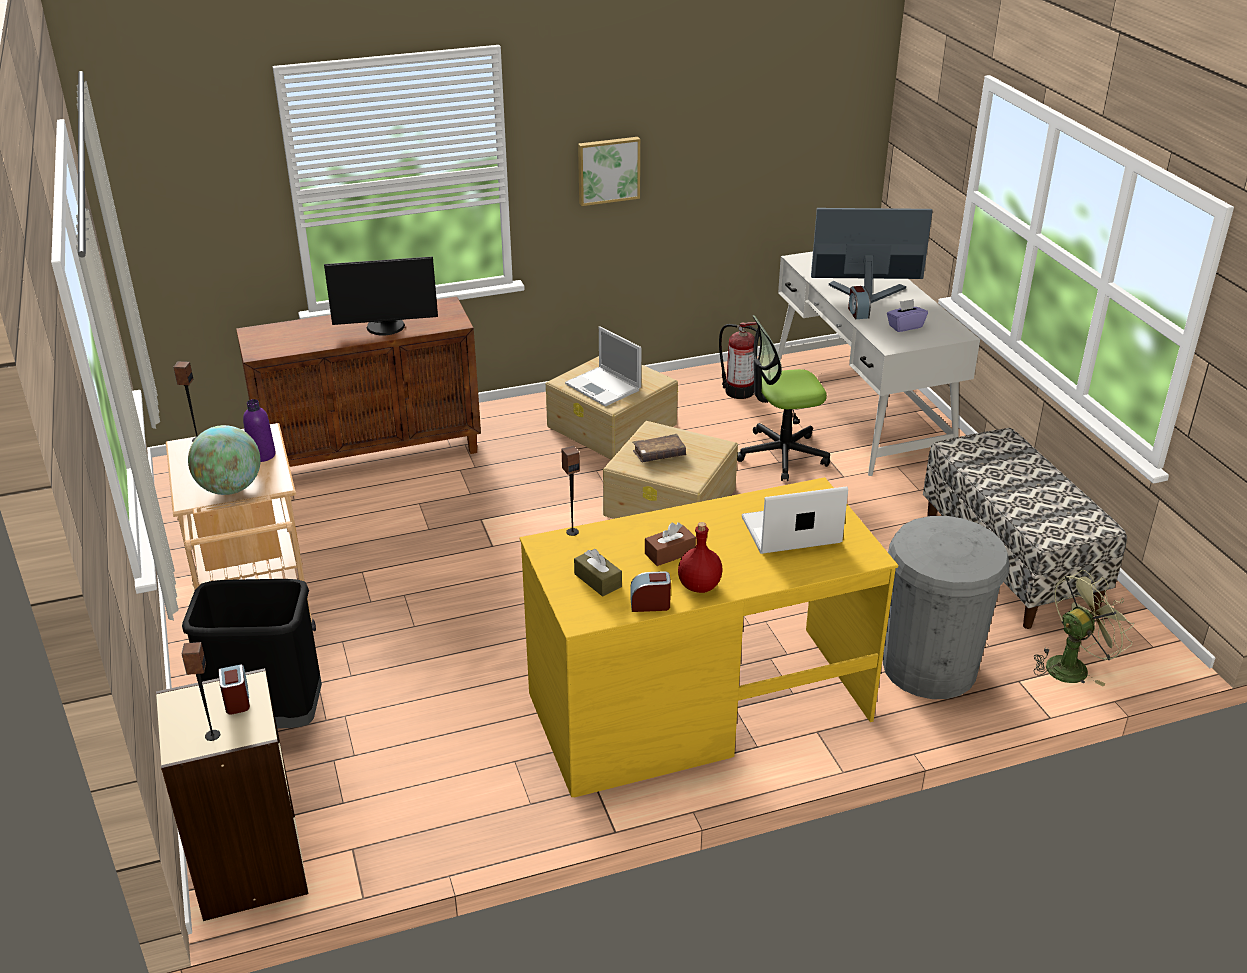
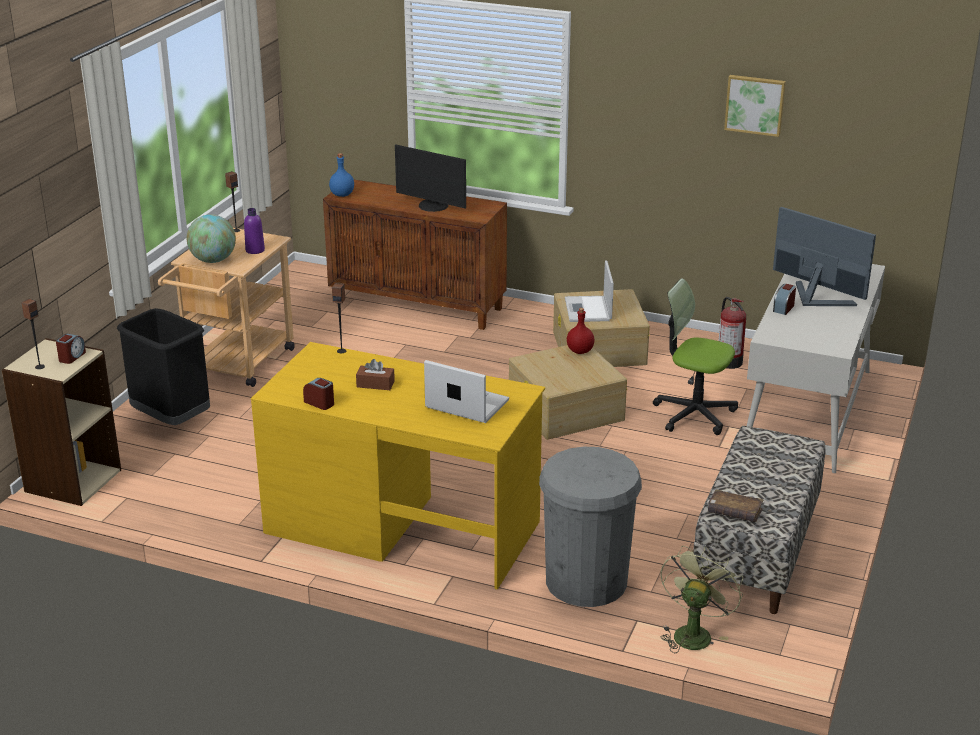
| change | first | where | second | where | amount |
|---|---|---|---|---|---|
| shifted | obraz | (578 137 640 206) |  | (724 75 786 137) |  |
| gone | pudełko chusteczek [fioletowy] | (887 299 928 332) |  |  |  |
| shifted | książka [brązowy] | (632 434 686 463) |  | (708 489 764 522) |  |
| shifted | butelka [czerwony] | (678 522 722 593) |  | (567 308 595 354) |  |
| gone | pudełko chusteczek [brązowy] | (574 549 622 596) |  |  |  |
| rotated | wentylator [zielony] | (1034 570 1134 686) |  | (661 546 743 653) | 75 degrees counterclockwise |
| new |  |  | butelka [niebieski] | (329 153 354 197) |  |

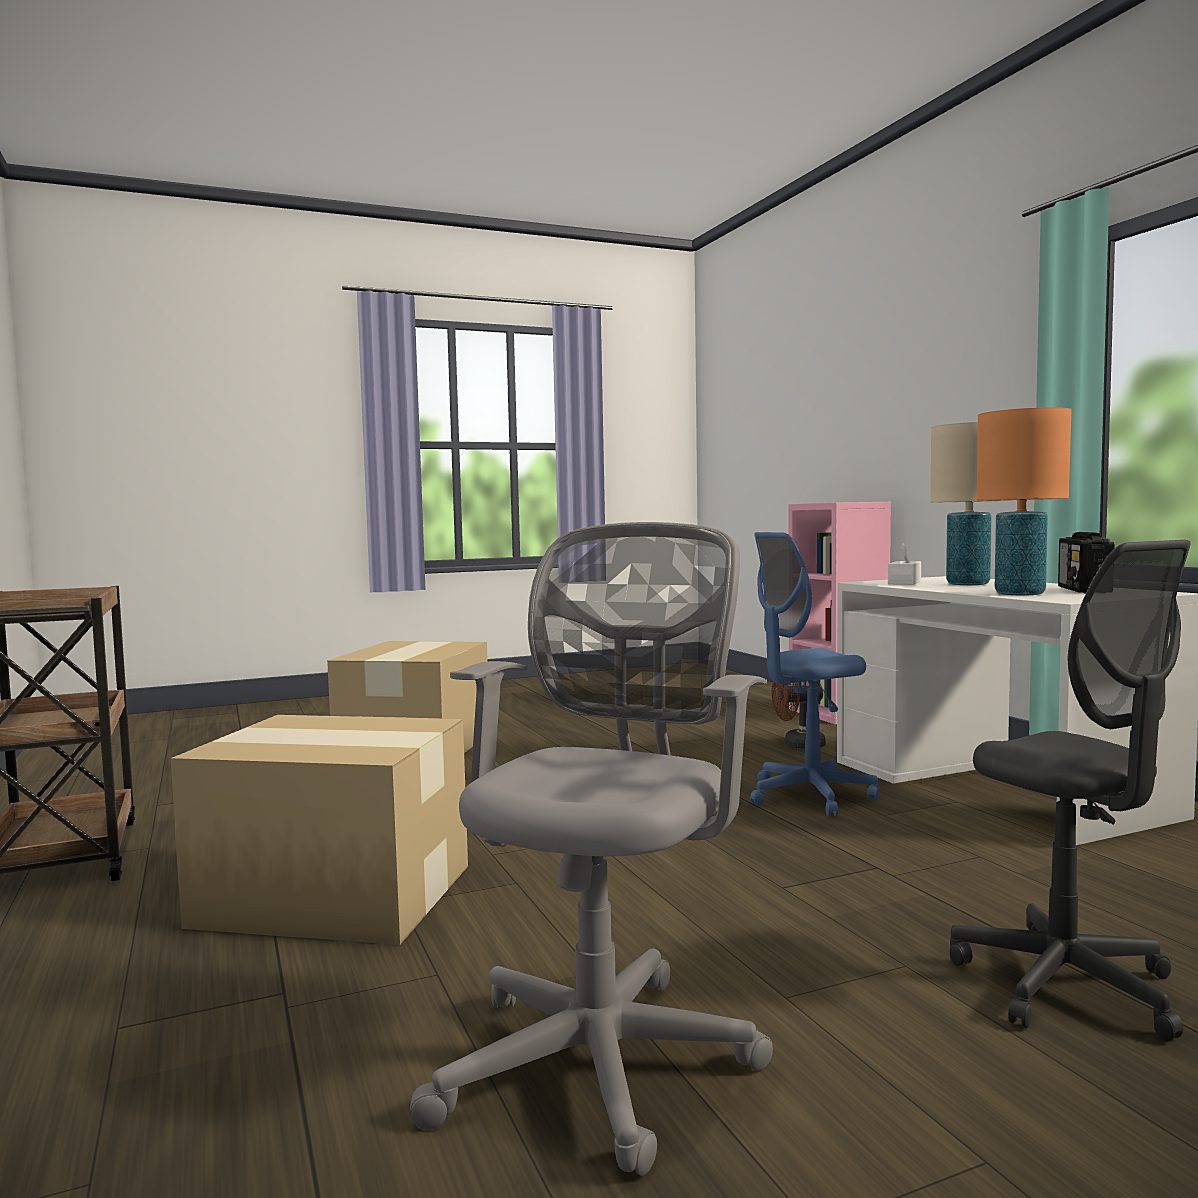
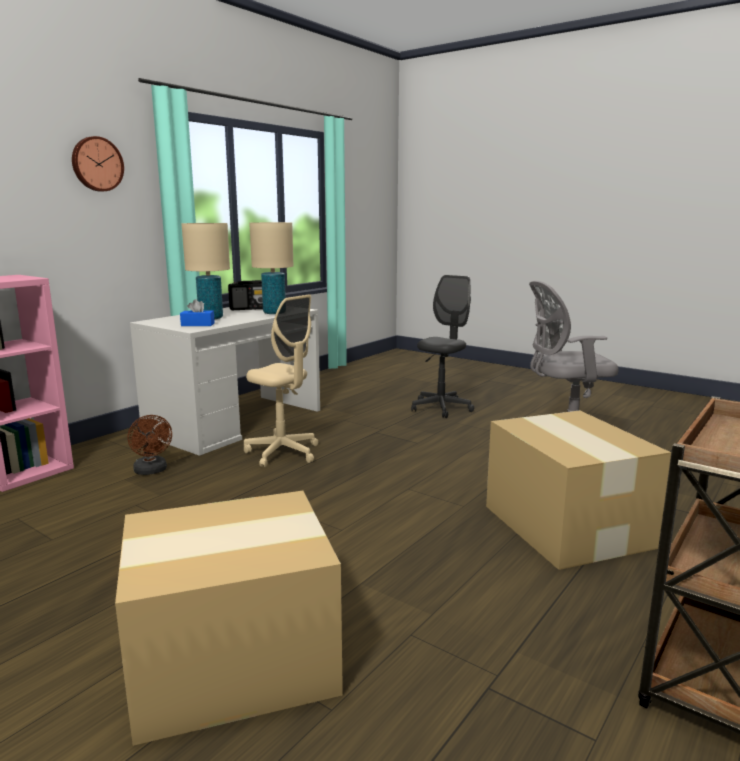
| change | first | where | second | where | amount |
|---|---|---|---|---|---|
| repainted | lampa stołowa [pomarańczowy] | (977 407 1071 595) | lampa stołowa [beżowy] | (249 222 293 314) |  |
| repainted | krzesło biurowe [niebieski] | (750 532 879 817) | krzesło biurowe [beżowy] | (244 294 318 467) |  |
| repainted | pudełko chusteczek [biały] | (888 543 921 585) | pudełko chusteczek [niebieski] | (180 299 215 326) |  |
| new |  |  | zegar ścienny | (72 136 124 192) |  |

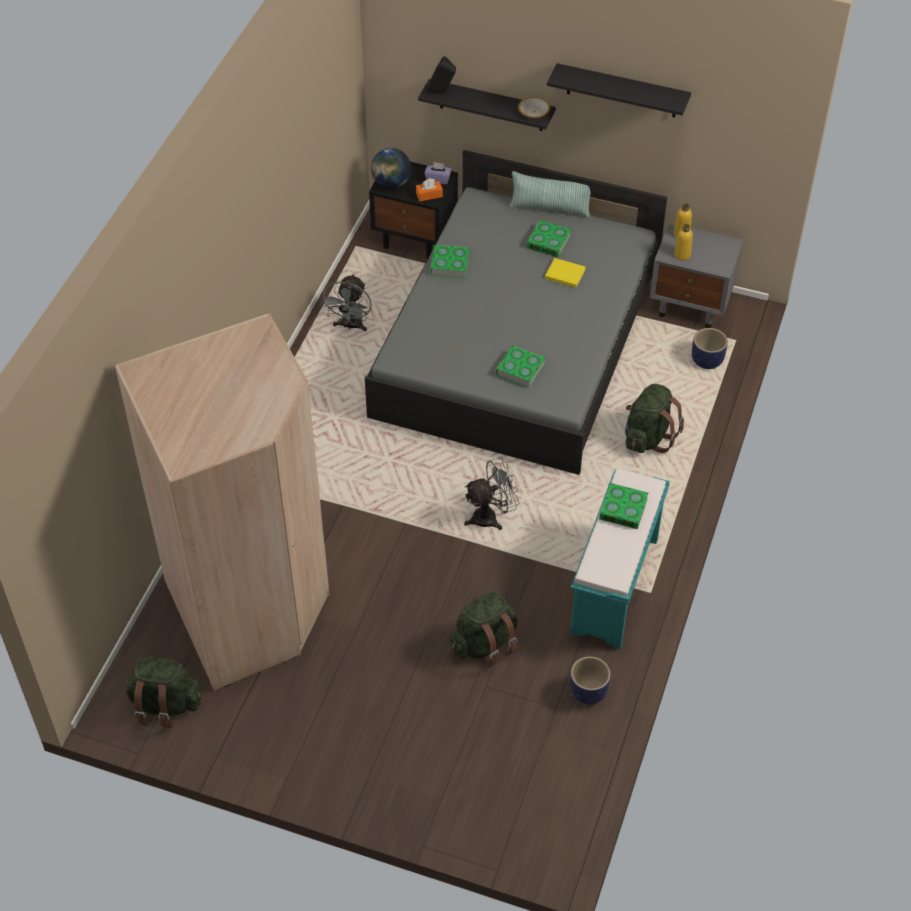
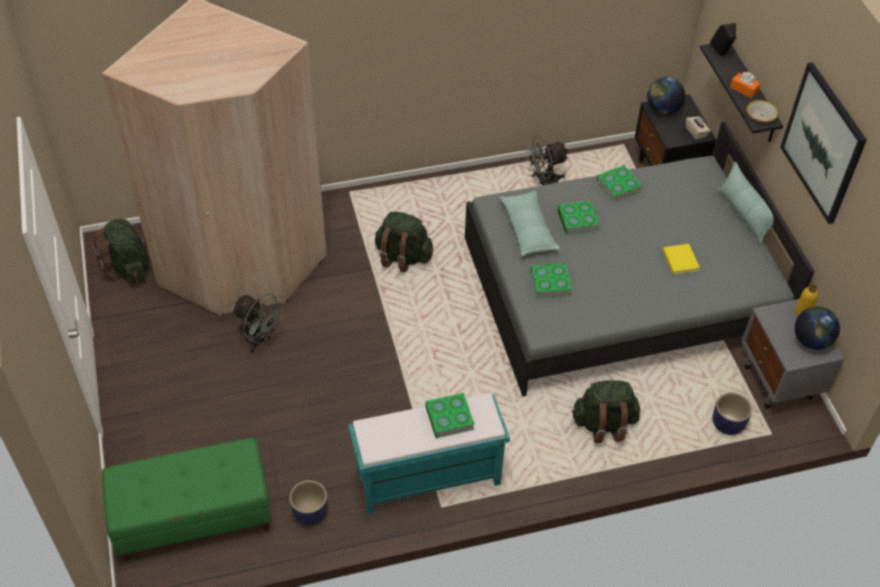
| change | first | where | second | where | amount |
|---|---|---|---|---|---|
| swapped | półka [czarny] | (547 63 691 118) | obraz | (780 62 867 224) |  |
| repainted | pudełko chusteczek [fioletowy] | (424 162 452 184) | pudełko chusteczek [beżowy] | (686 115 710 140) |  |
| shifted | pudełko chusteczek [pomarańczowy] | (416 179 443 201) |  | (730 72 761 98) |  |
| shifted | książka | (527 220 571 258) |  | (557 201 600 235) |  |
| gone | butelka [żółty] | (674 224 693 260) |  |  |  |
| shifted | wentylator [szary] | (464 458 519 530) |  | (232 293 285 353) |  |
| shifted | plecak [zielony] | (450 592 518 668) |  | (374 212 433 272) |  |
| new |  |  | poduszka | (499 190 560 256) |  |
| new |  |  | globus | (794 306 840 350) |  |
| new |  |  | ławka [zielony] | (102 438 271 561) |  |

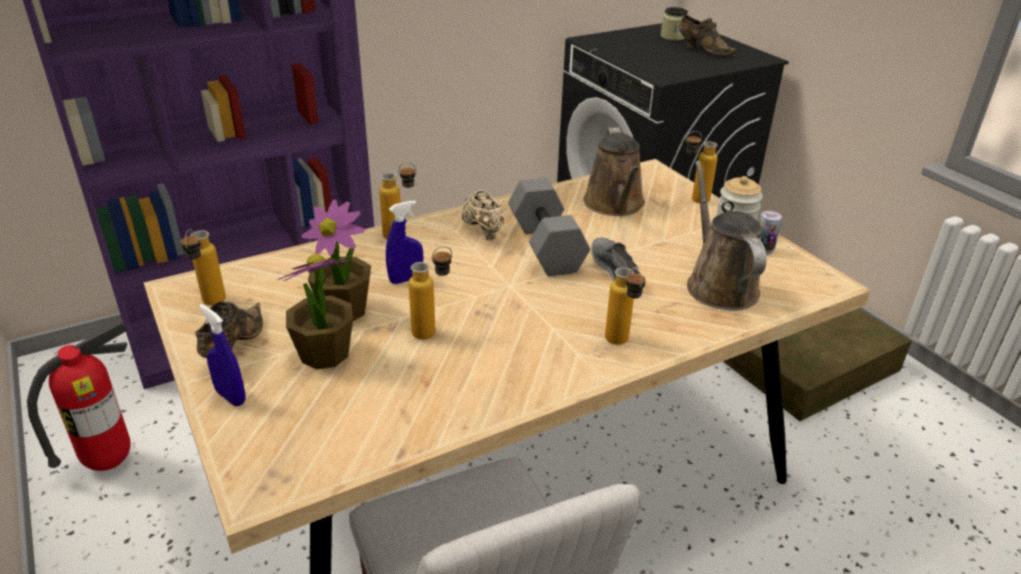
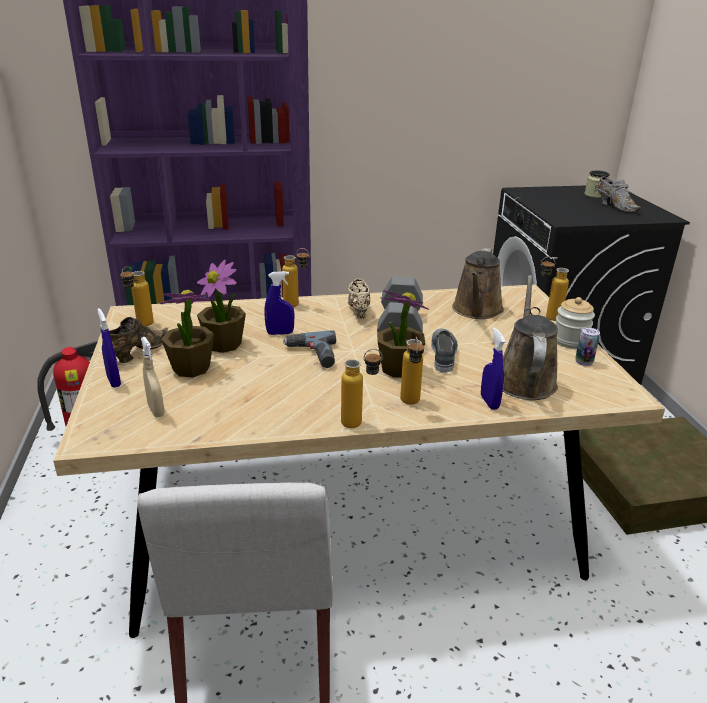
| change | first | where | second | where | amount |
|---|---|---|---|---|---|
| repainted | but [brązowy] | (679 15 736 56) | but [szary] | (597 176 641 212) |  |
| shifted | butelka | (409 246 452 340) |  | (341 349 382 428) |  |
| new |  |  | roślina doniczkowa | (377 290 429 378) |  |
| new |  |  | spryskiwacz [niebieski] | (481 327 506 410) |  |
| new |  |  | wiertarka | (283 330 336 368) |  |
| new |  |  | spryskiwacz [beżowy] | (141 337 165 417) |  |

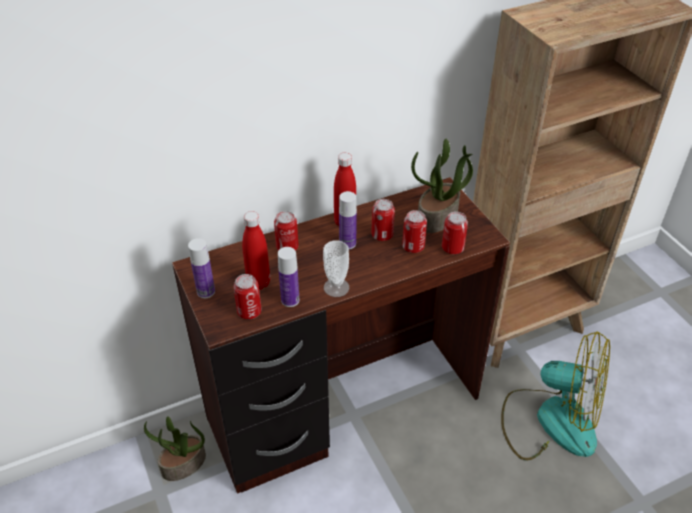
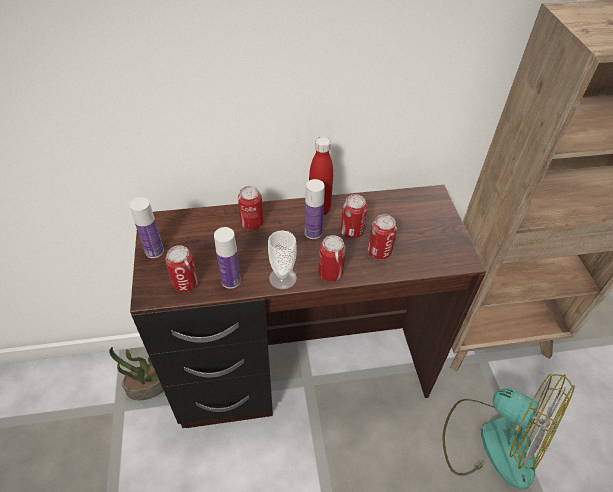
| change | first | where | second | where | amount |
|---|---|---|---|---|---|
| gone | roślina doniczkowa | (411 138 473 233) |  |  |  |
| gone | butelka [czerwony] | (242 211 270 290) |  |  |  |
| shifted | puszka | (442 211 468 254) |  | (318 235 346 281) |  |

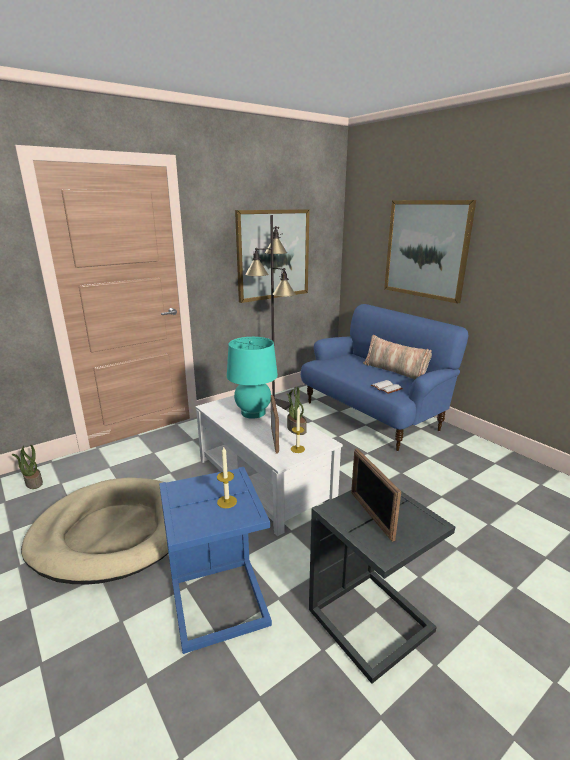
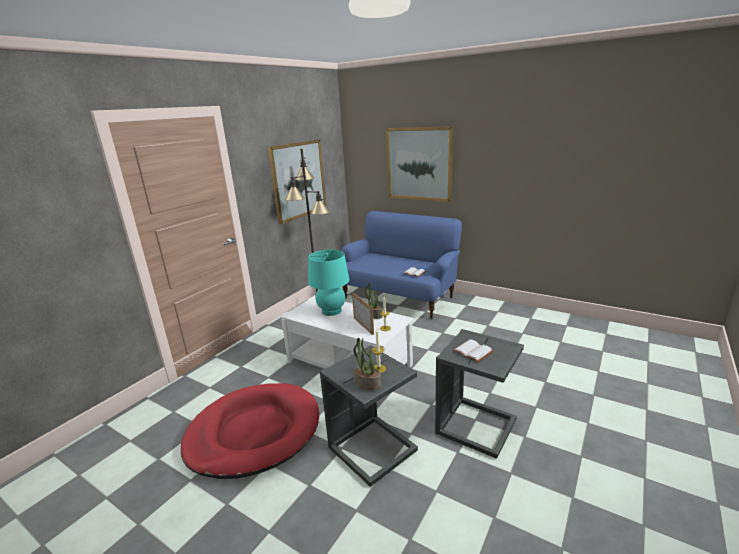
| change | first | where | second | where | amount |
|---|---|---|---|---|---|
| gone | poduszka | (363 335 432 379) |  |  |  |
| shifted | roślina doniczkowa | (12 445 43 489) |  | (353 338 381 390) |  |
| swapped | ramka na zdjęcie | (351 448 401 542) | książka [biały] | (453 339 494 362) |  |
| repainted | stolik [niebieski] | (159 467 272 654) | stolik [szary] | (320 345 418 487) |  |
| repainted | legowisko [beżowy] | (21 477 168 585) | legowisko [czerwony] | (181 383 319 479) |  |

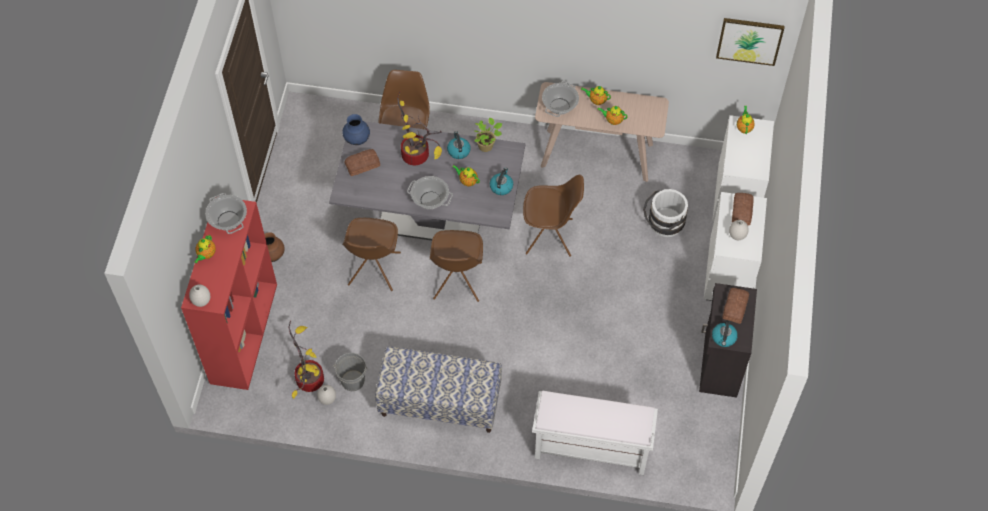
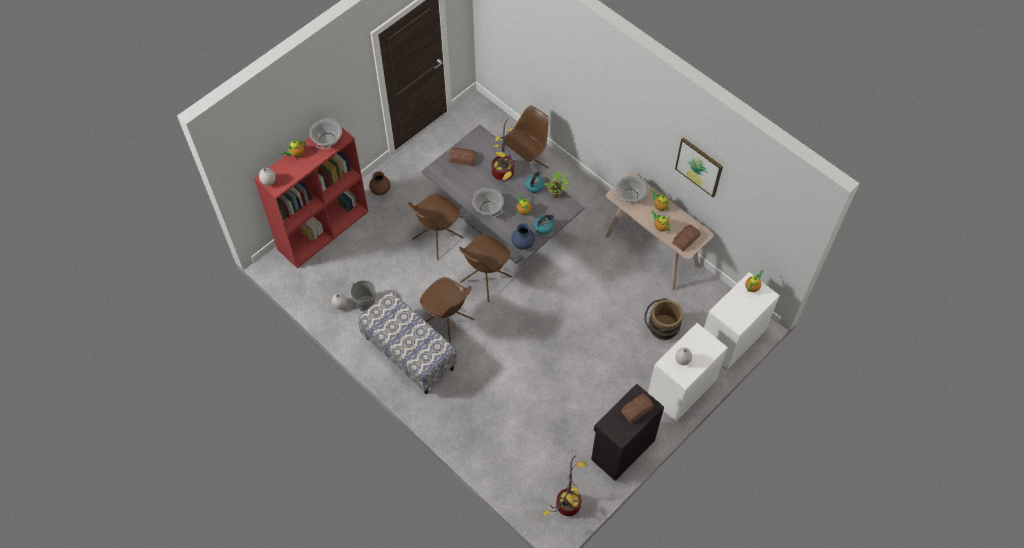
| change | first | where | second | where | amount |
|---|---|---|---|---|---|
| shifted | obraz | (716 18 785 66) |  | (675 138 723 197) |  |
| shifted | wazon [niebieski] | (342 114 370 145) |  | (512 223 535 250) |  |
| shifted | krzesło [brązowy] | (523 175 584 257) |  | (420 277 475 344) |  |
| repainted | wiadro [biały] | (643 189 688 237) | wiadro [brązowy] | (644 298 683 340) |  |
| shifted | chleb | (732 193 754 226) |  | (672 224 701 252) |  |
| gone | czajnik | (712 320 738 347) |  |  |  |
| shifted | roślina doniczkowa | (289 321 324 399) |  | (542 455 588 516) |  |
| gone | ławka [biały] | (532 391 658 475) |  |  |  |

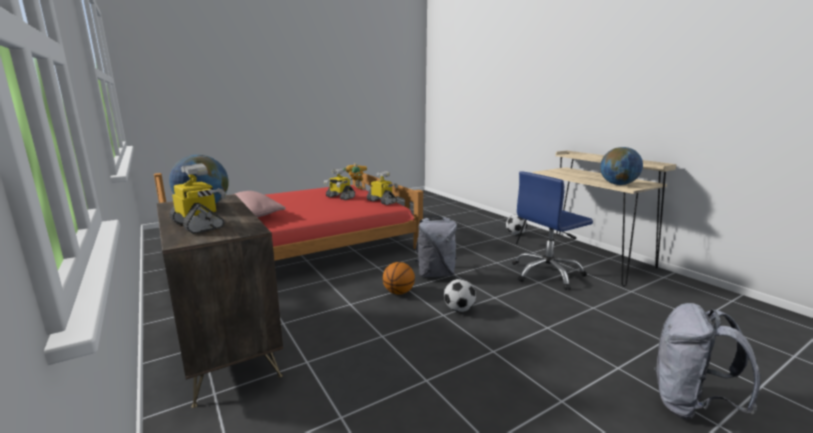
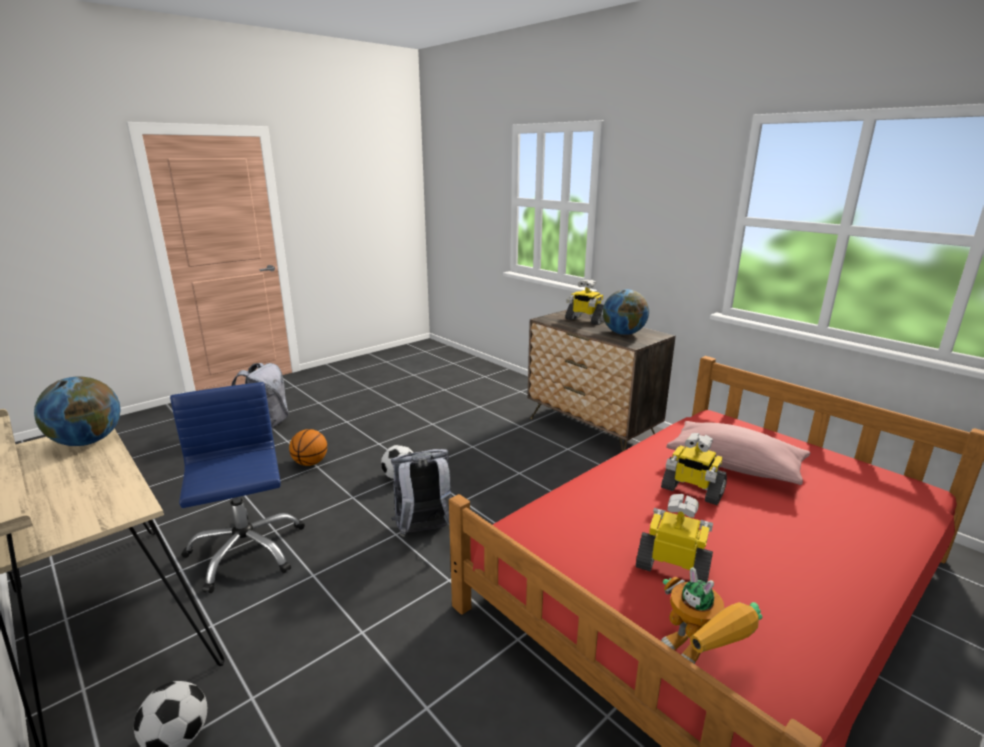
| change | first | where | second | where | amount |
|---|---|---|---|---|---|
| shifted | robot zabawkowy | (367 171 398 205) |  | (661 433 727 505) |  |
| rotated | krzesło biurowe [niebieski] | (512 171 593 290) |  | (170 382 305 593) | 75 degrees counterclockwise |
| shifted | piłka do koszykówki | (383 262 415 295) |  | (289 429 327 466) |  |

